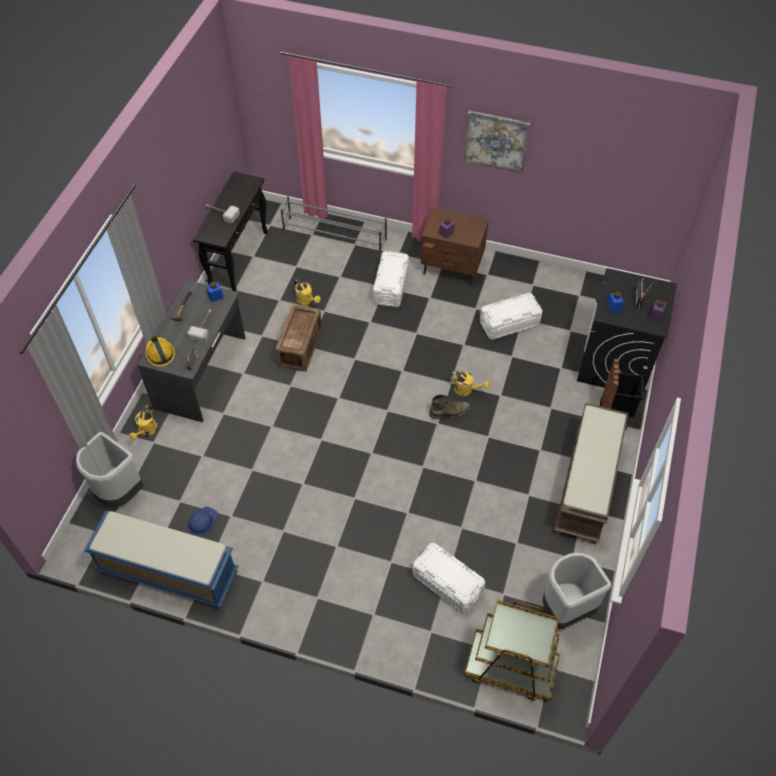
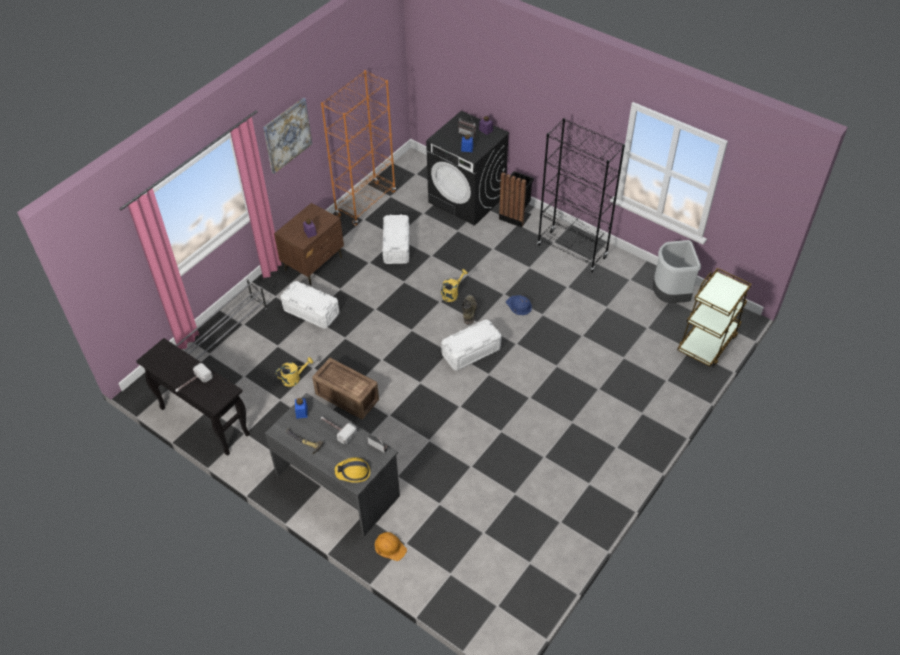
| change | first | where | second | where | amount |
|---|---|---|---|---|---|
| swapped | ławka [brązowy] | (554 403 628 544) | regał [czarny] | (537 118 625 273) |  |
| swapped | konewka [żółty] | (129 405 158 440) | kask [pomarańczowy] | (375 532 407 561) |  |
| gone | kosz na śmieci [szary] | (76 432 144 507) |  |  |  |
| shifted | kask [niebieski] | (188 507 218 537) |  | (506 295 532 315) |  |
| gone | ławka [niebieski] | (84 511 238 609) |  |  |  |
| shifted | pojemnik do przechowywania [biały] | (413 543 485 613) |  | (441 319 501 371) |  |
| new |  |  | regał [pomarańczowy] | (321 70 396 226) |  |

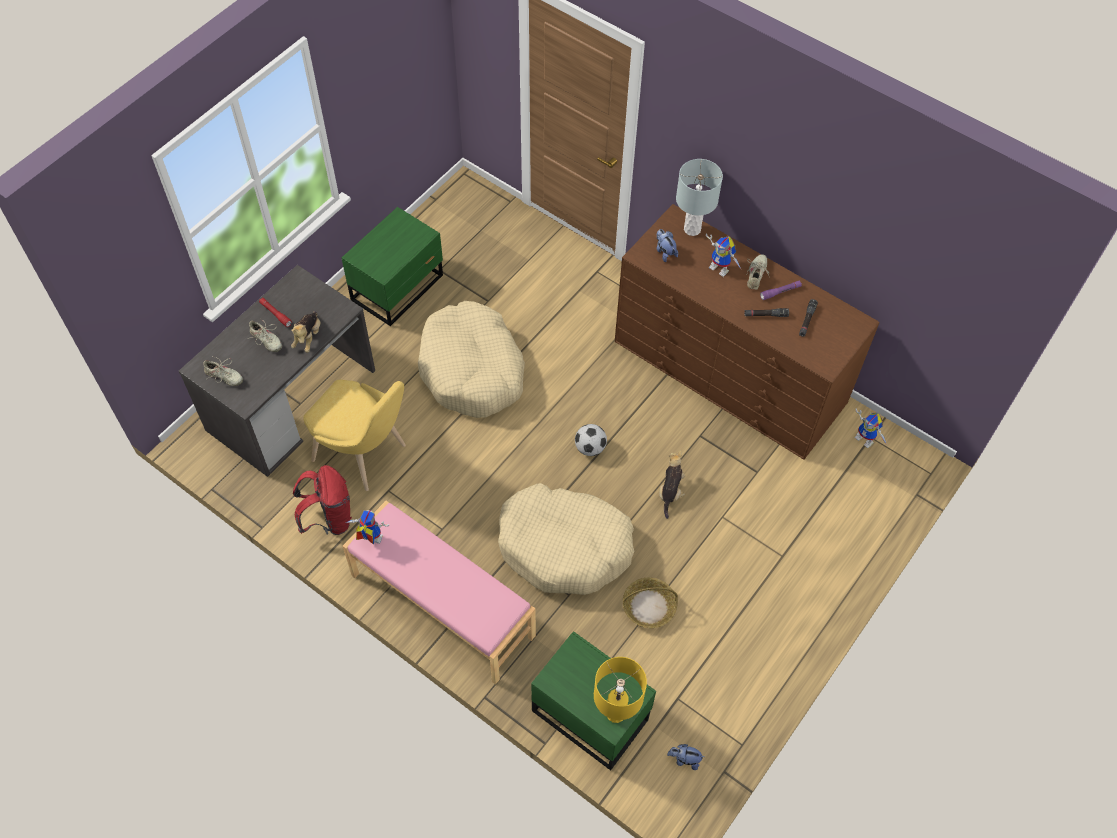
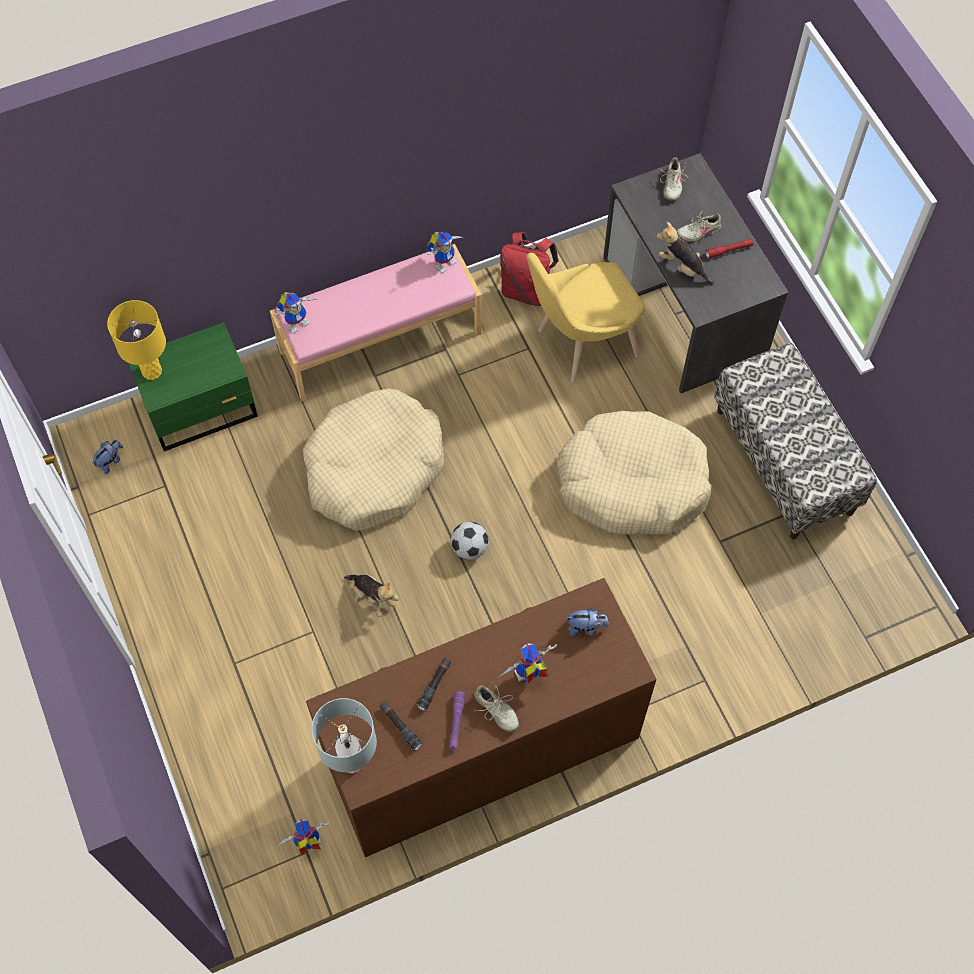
| change | first | where | second | where | amount |
|---|---|---|---|---|---|
| shifted | lampa stołowa [szary] | (676 159 723 236) |  | (311 698 377 773) |  |
| swapped | szafka nocna [zielony] | (342 207 443 326) | ławka | (714 343 877 539) |  |
| rotated | but [beżowy] | (203 357 243 386) |  | (658 157 688 201) | 45 degrees counterclockwise |
| gone | koszyk | (623 578 678 628) |  |  |  |
| new |  |  | robot zabawkowy | (273 292 316 334) |  |

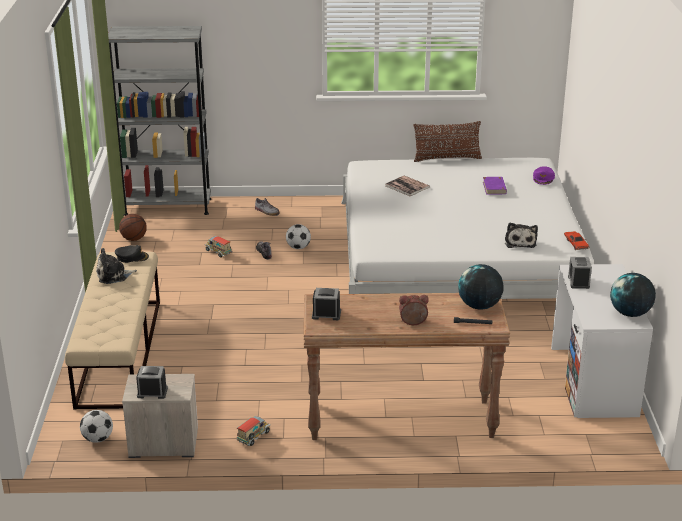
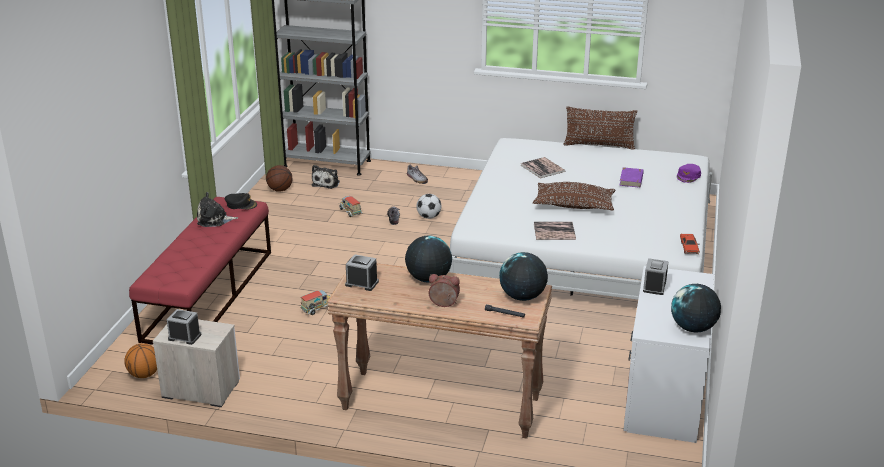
| change | first | where | second | where | amount |
|---|---|---|---|---|---|
| shifted | pluszak | (505 223 538 248) |  | (312 165 340 189) |  |
| repainted | ławka [beżowy] | (65 252 160 410) | ławka [czerwony] | (129 197 271 344) |  |
| swapped | piłka futbolowa | (80 410 113 443) | piłka do koszykówki | (124 343 157 378) |  |
| shifted | ciężarówka zabawkowa | (236 416 271 446) |  | (300 290 330 315) |  |
| new |  |  | poduszka [brązowy] | (533 182 615 210) |  |
| new |  |  | książka | (534 222 576 240) |  |
| new |  |  | globus | (405 235 452 283) |  |

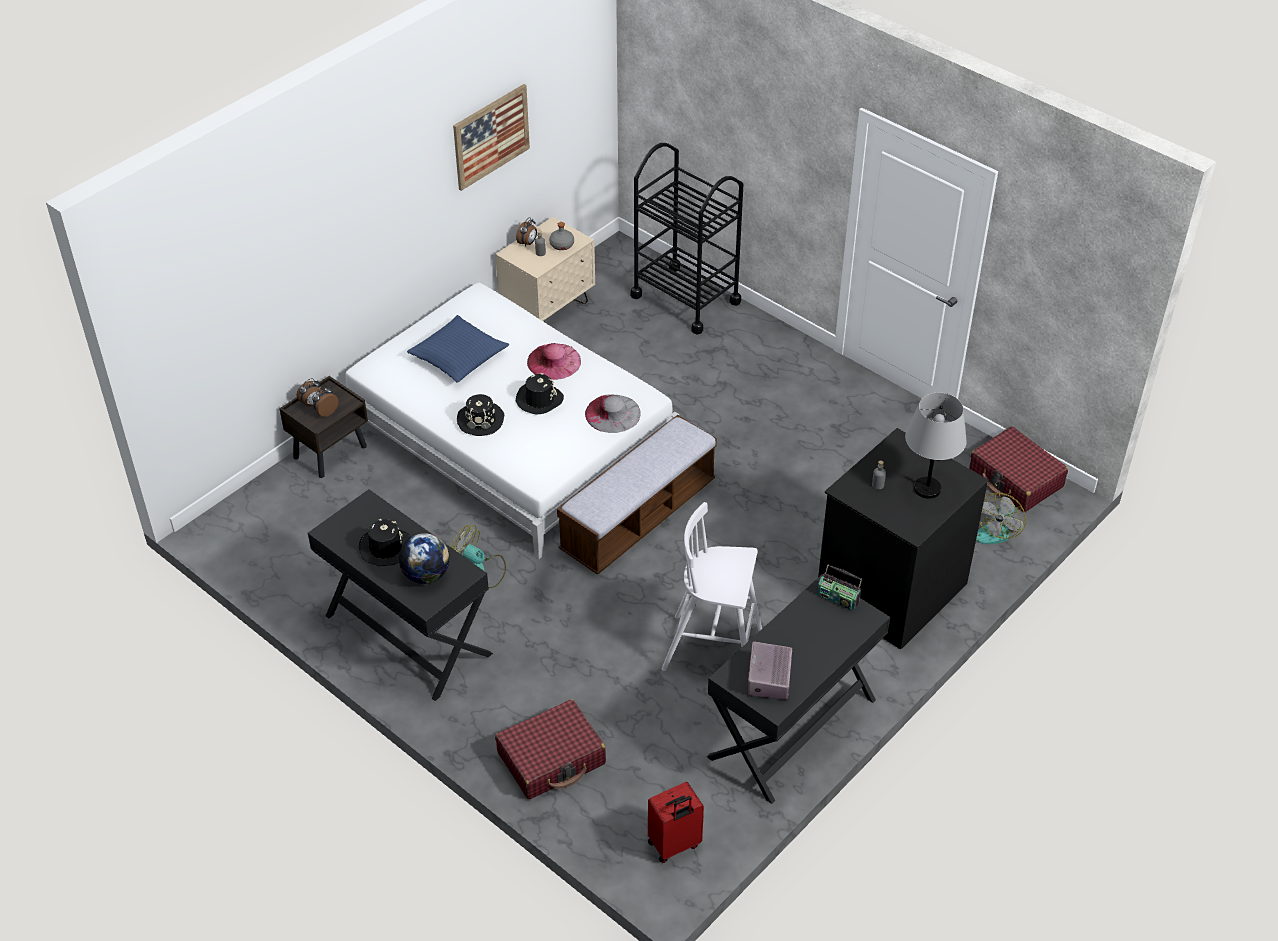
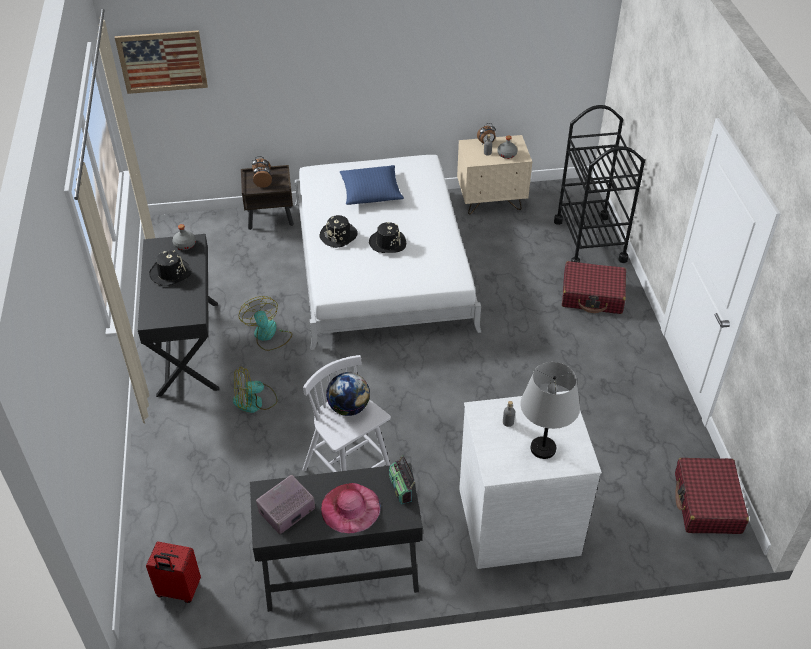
| change | first | where | second | where | amount |
|---|---|---|---|---|---|
| shifted | obraz | (453 84 530 191) |  | (115 30 208 94) |  |
| shifted | kapelusz [różowy] | (527 343 581 380) |  | (321 483 381 533) |  |
| gone | kapelusz [szary] | (585 395 641 433) |  |  |  |
| gone | ławka | (557 415 717 575) |  |  |  |
| repainted | komoda [czarny] | (818 428 989 649) | komoda [biały] | (459 391 602 569) |  |
| shifted | wentylator | (976 493 1026 544) |  | (233 368 278 413) |  |
| shifted | globus | (399 533 450 584) |  | (326 372 370 416) |  |
| shifted | walizka [czerwony] | (495 699 606 799) |  | (562 261 626 314) |  |
| new |  |  | butelka [szary] | (172 224 196 250) |  |

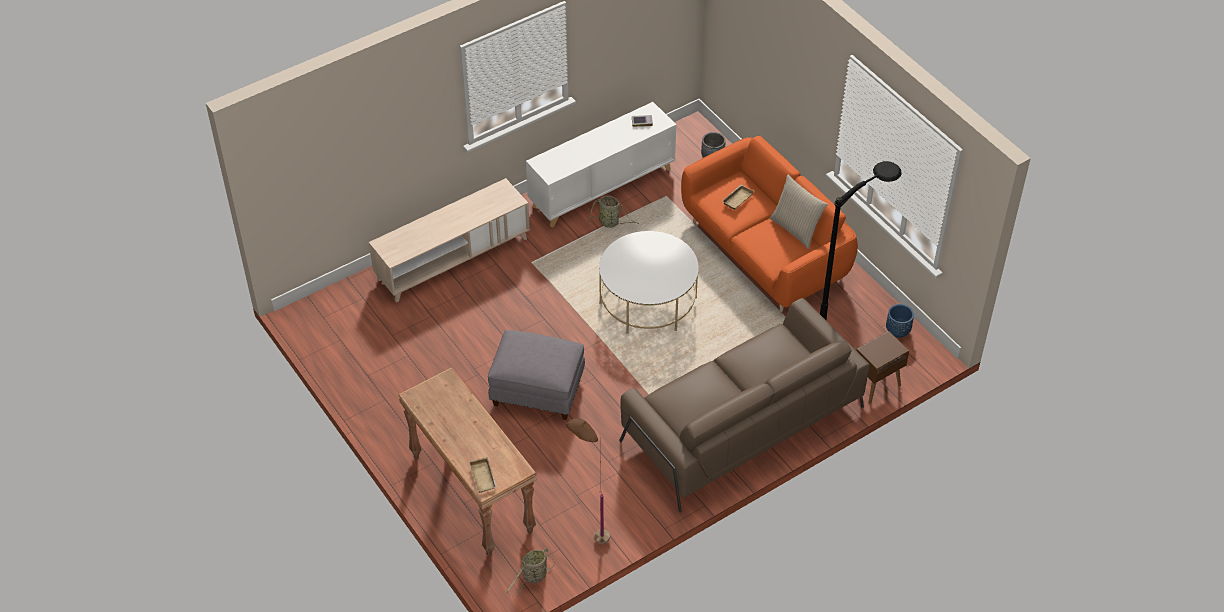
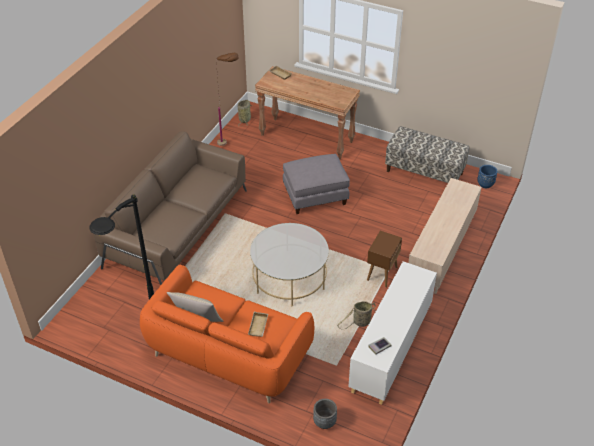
| change | first | where | second | where | amount |
|---|---|---|---|---|---|
| shifted | donica [niebieski] | (886 304 914 338) |  | (477 165 498 188) |  |
| shifted | stolik [brązowy] | (856 331 909 403) |  | (367 231 402 287) |  |
| new |  |  | ławka | (385 126 469 183) |  |

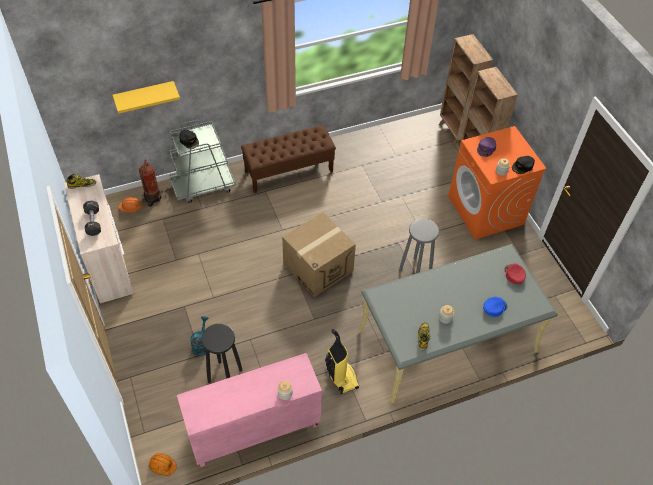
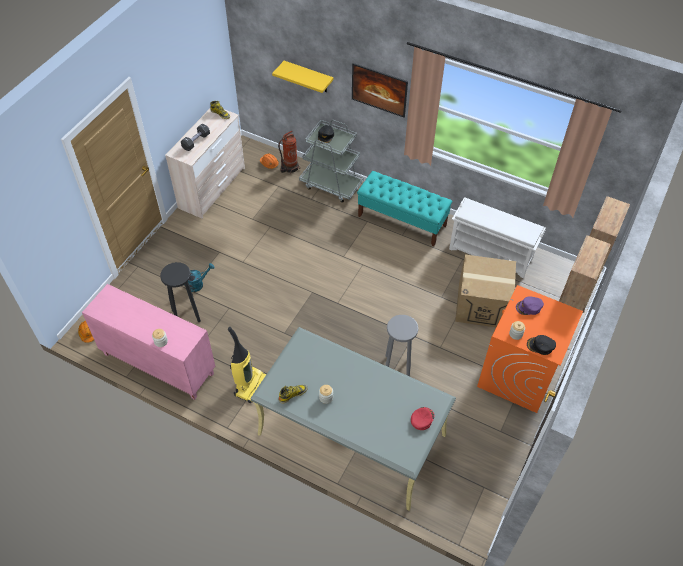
| change | first | where | second | where | amount |
|---|---|---|---|---|---|
| repainted | ławka [brązowy] | (241 125 336 193) | ławka [turkusowy] | (357 171 452 246) |  |
| shifted | karton | (282 212 356 297) |  | (455 254 516 327) |  |
| gone | czapka z daszkiem [niebieski] | (483 297 507 317) |  |  |  |
| new |  |  | obraz | (352 63 408 117) |  |
| new |  |  | regał na buty [biały] | (449 197 546 278) |  |

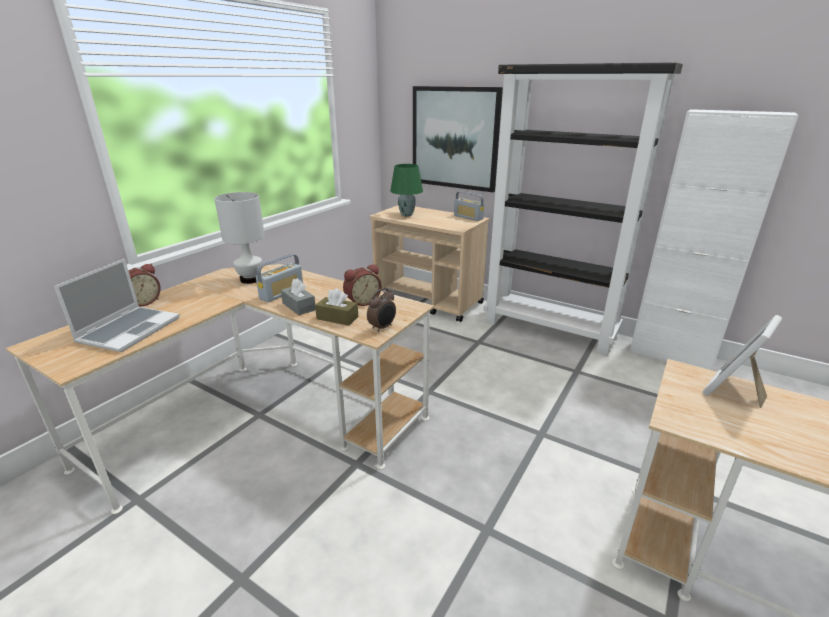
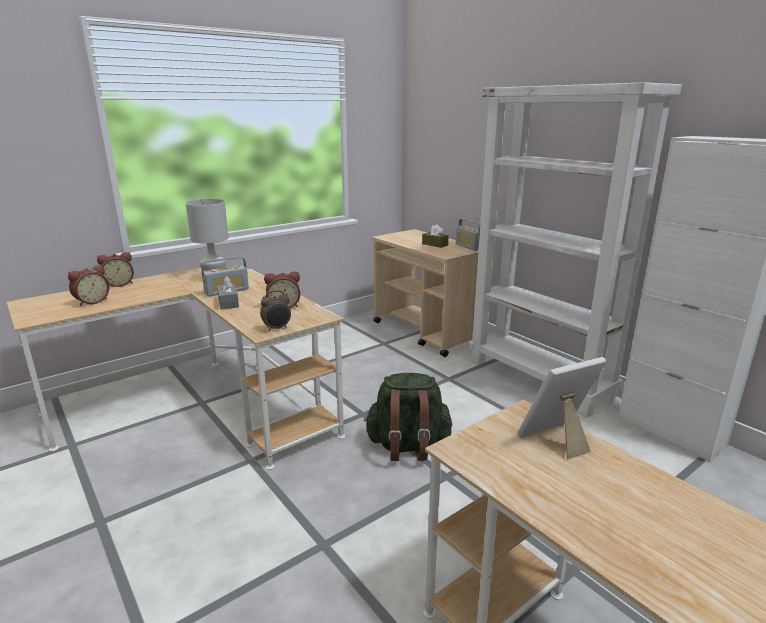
| change | first | where | second | where | amount |
|---|---|---|---|---|---|
| repainted | regał [czarny] | (483 62 683 356) | regał [biały] | (469 82 682 418) |  |
| gone | obraz | (413 86 503 192) |  |  |  |
| gone | lampa stołowa [zielony] | (390 164 423 216) |  |  |  |
| swapped | laptop | (54 259 180 352) | budzik | (68 265 109 306) |  |
| shifted | pudełko chusteczek [brązowy] | (315 288 358 326) |  | (422 224 449 248) |  |
| new |  |  | plecak [zielony] | (364 373 452 461) |  |

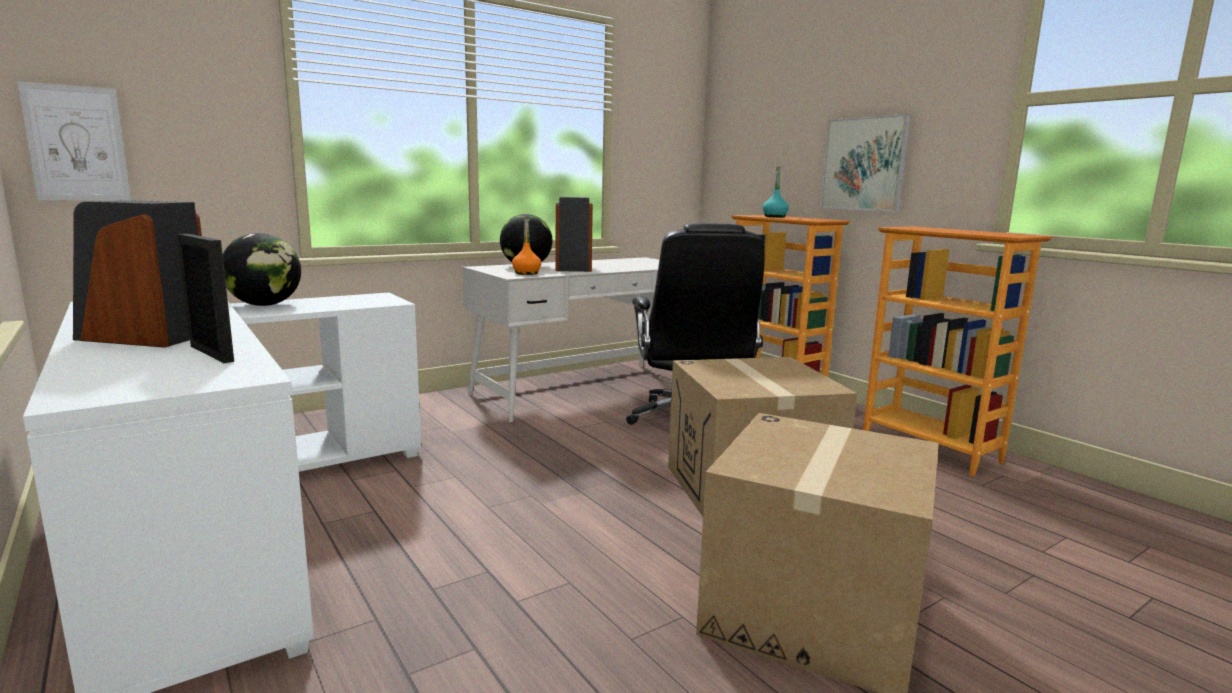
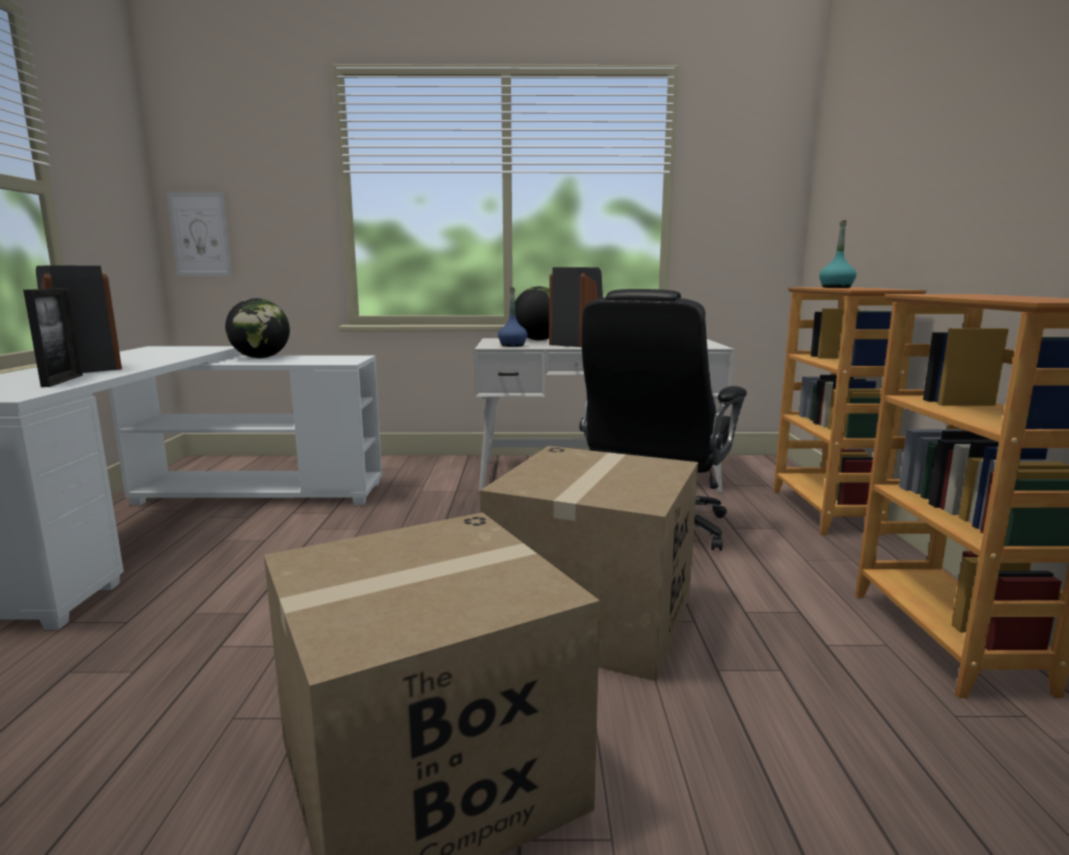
| change | first | where | second | where | amount |
|---|---|---|---|---|---|
| gone | obraz | (820 114 911 212) |  |  |  |
| repainted | butelka [pomarańczowy] | (512 217 541 275) | butelka [niebieski] | (498 287 528 347) |  |

